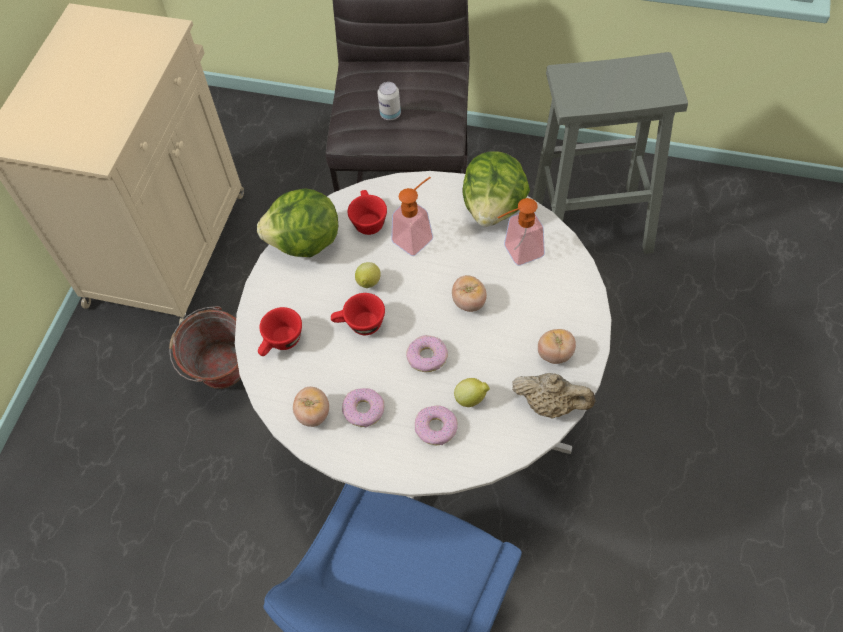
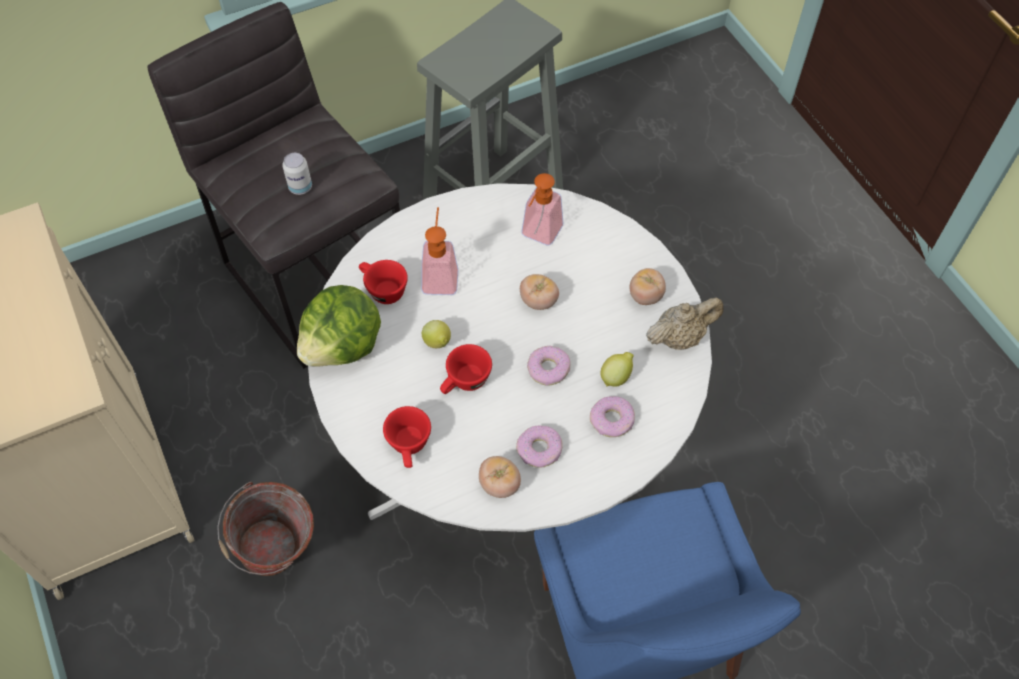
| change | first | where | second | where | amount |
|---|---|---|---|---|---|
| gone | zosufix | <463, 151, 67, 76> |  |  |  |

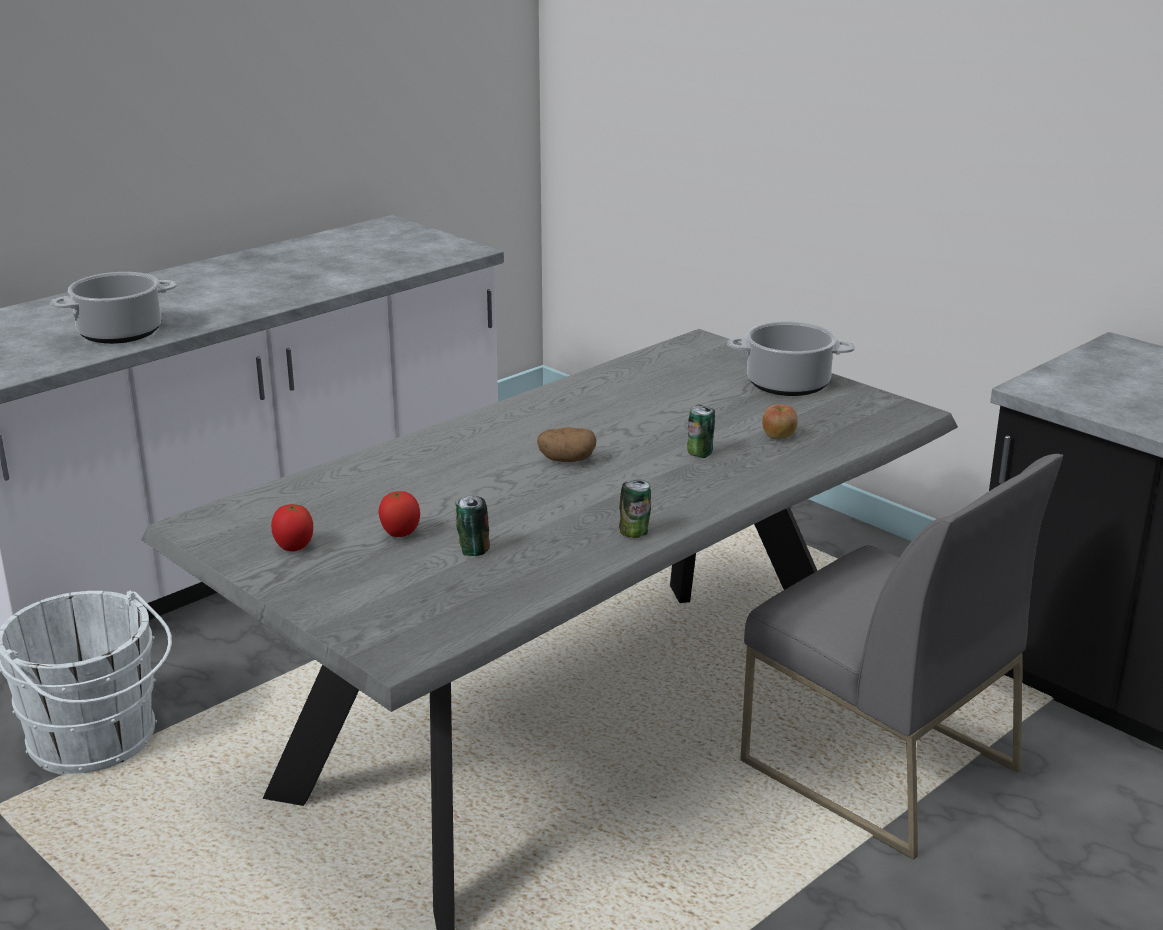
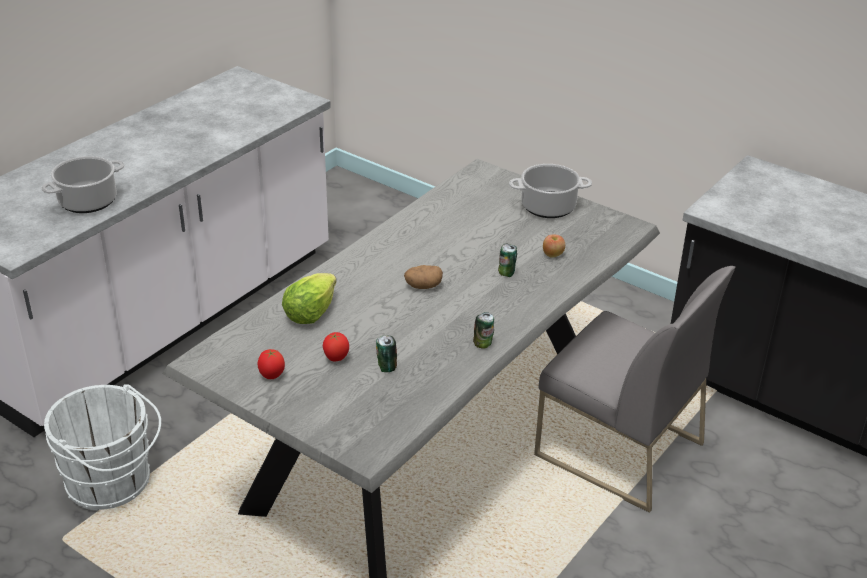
| change | first | where | second | where | amount |
|---|---|---|---|---|---|
| new |  |  | zosufix | <282, 273, 54, 51> |  |

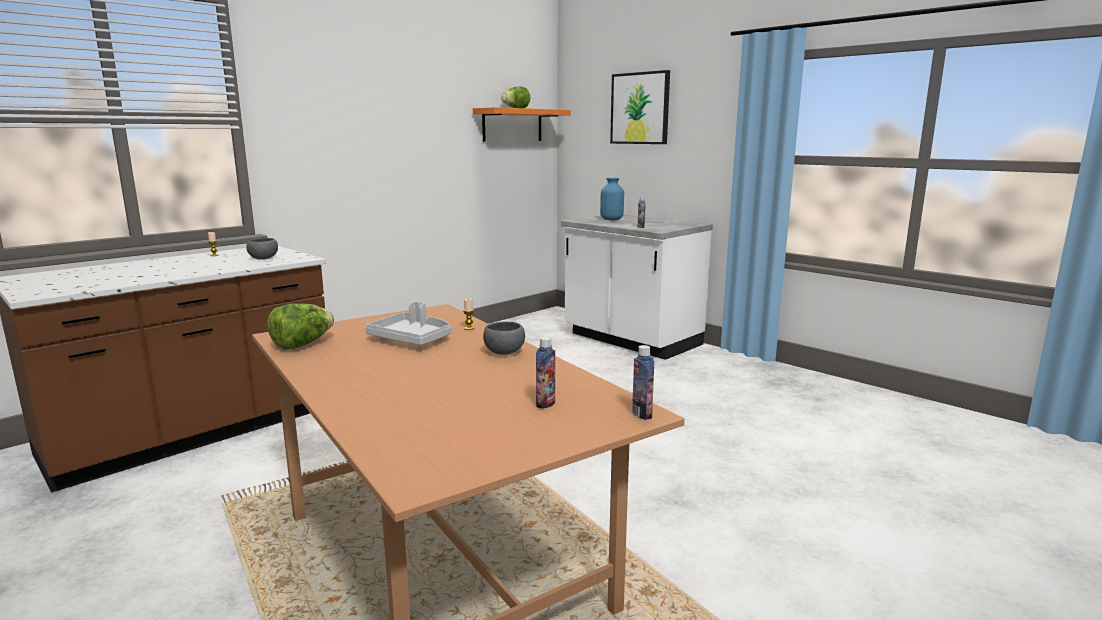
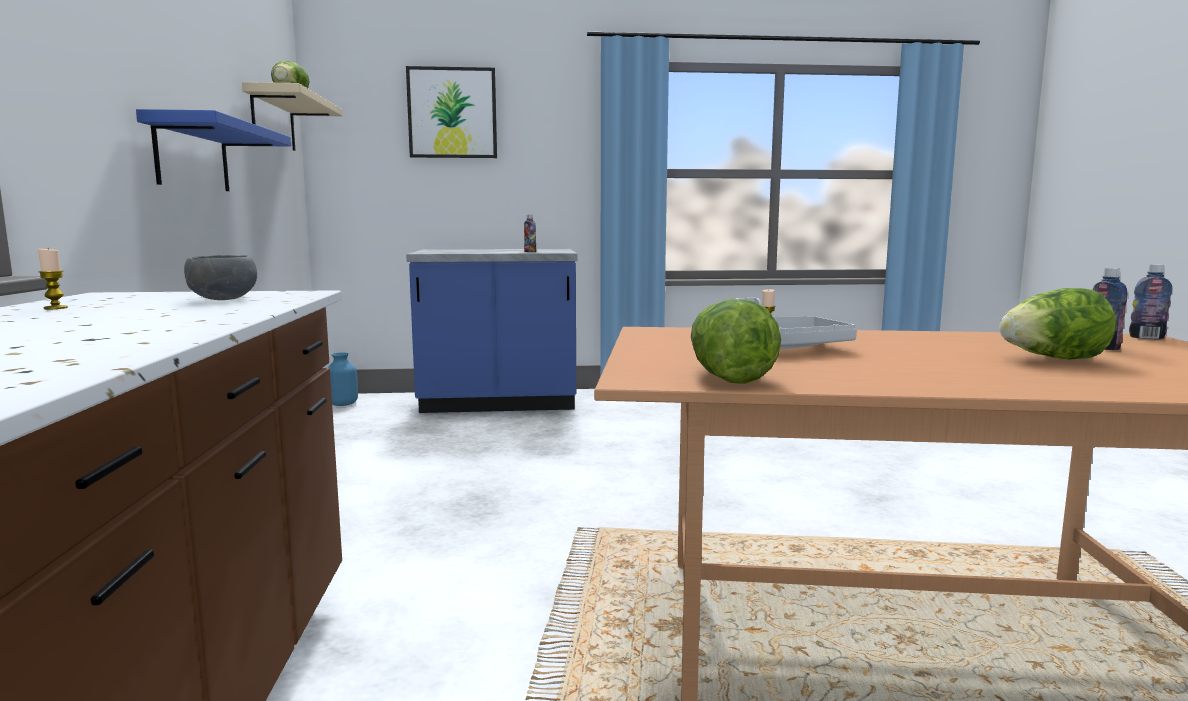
| change | first | where | second | where | amount |
|---|---|---|---|---|---|
| repainted | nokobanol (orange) | <473, 107, 98, 35> | nokobanol (beige) | <242, 82, 100, 69> |  |
| shifted | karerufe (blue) | <600, 178, 24, 42> |  | <327, 352, 31, 54> |  |
| repainted | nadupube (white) | <561, 214, 152, 146> | nadupube (blue) | <406, 249, 171, 164> |  |
| gone | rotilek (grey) | <483, 321, 42, 34> |  |  |  |
| new |  |  | nokobanol (blue) | <136, 109, 155, 82> |  |
| new |  |  | zosufix | <999, 288, 117, 72> |  |

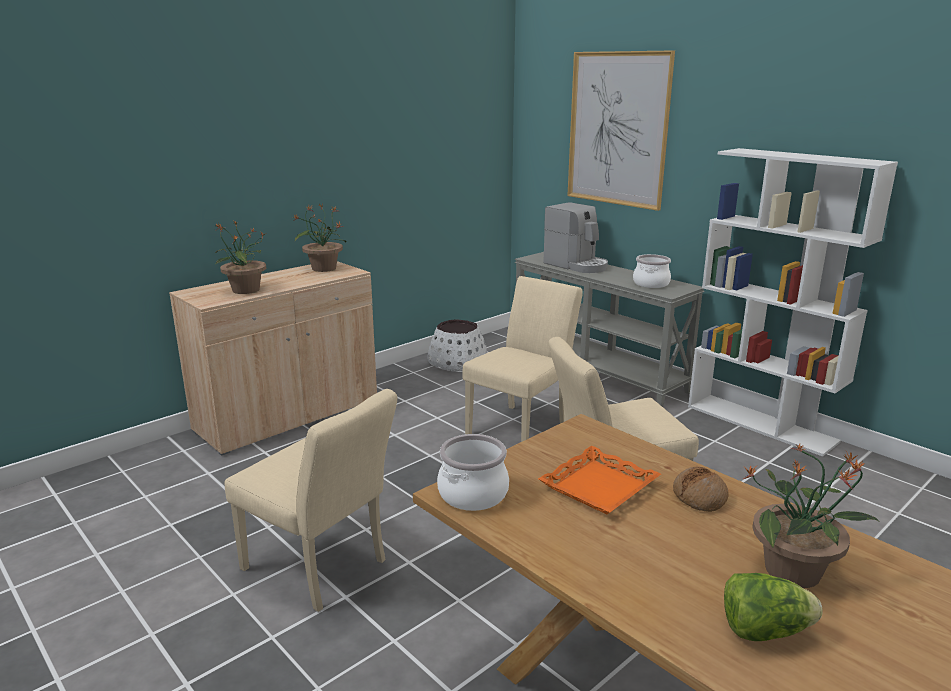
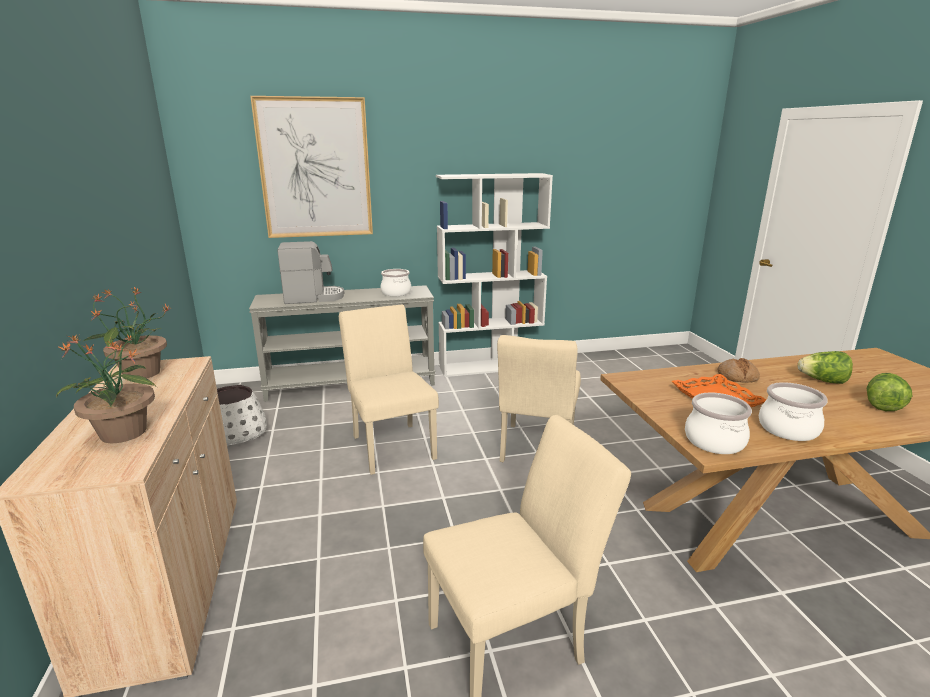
| change | first | where | second | where | amount |
|---|---|---|---|---|---|
| swapped | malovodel | <743, 444, 138, 144> | zosufix | <798, 351, 55, 33> |  |
| new |  |  | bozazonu | <759, 382, 69, 59> |  |

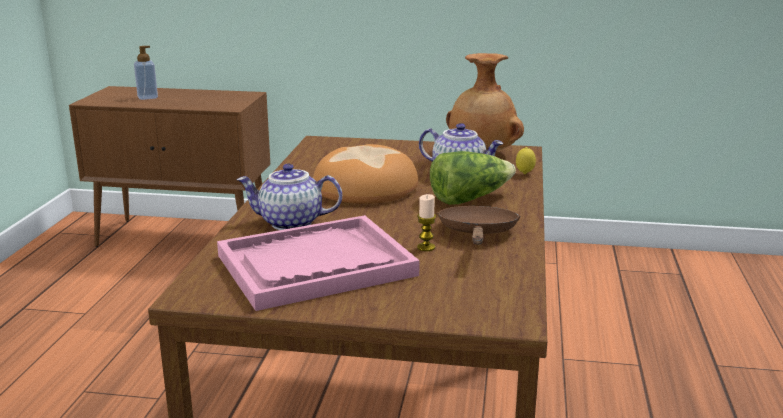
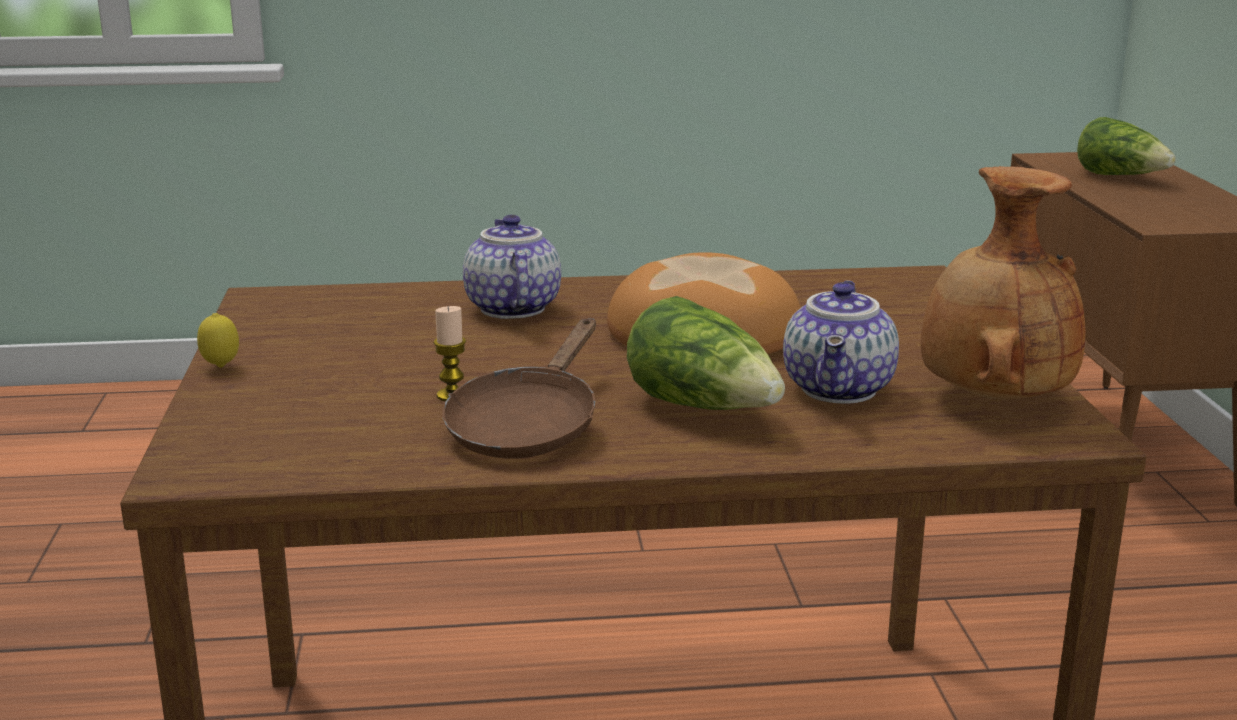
| change | first | where | second | where | amount |
|---|---|---|---|---|---|
| swapped | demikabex | <134, 46, 24, 54> | zosufix | <1077, 117, 99, 58> |  |
| shifted | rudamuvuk | <516, 147, 20, 27> |  | <197, 313, 42, 55> |  |
| rotated | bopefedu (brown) | <437, 206, 84, 39> |  | <442, 318, 154, 141> | 120 degrees clockwise |
| gone | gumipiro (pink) | <217, 215, 203, 96> |  |  |  |

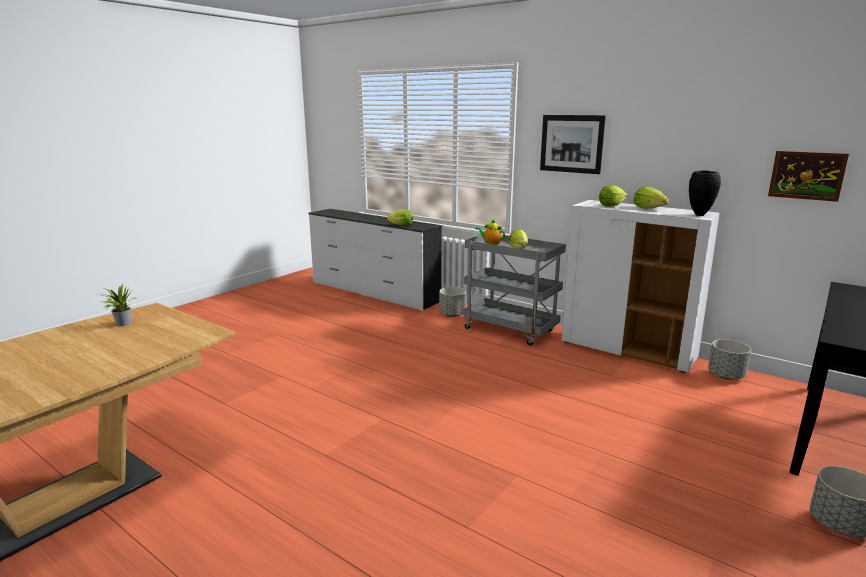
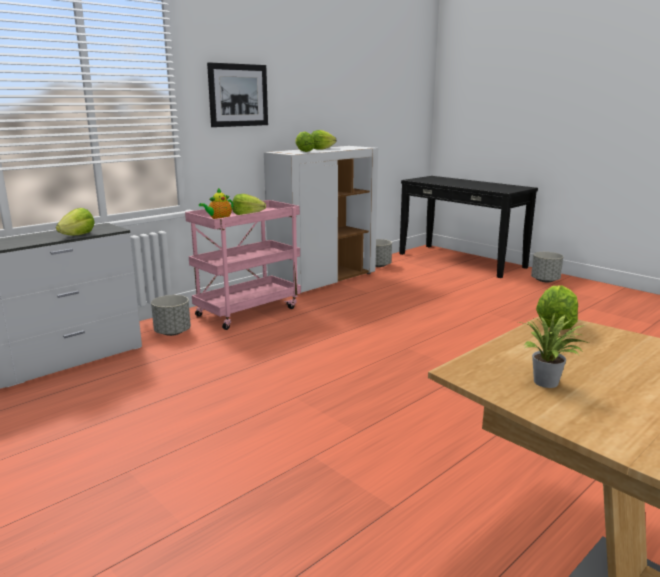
| change | first | where | second | where | amount |
|---|---|---|---|---|---|
| gone | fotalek | <768, 151, 81, 51> |  |  |  |
| gone | karerufe (black) | <689, 171, 32, 45> |  |  |  |
| repainted | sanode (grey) | <464, 235, 102, 111> | sanode (pink) | <185, 200, 116, 130> |  |
| new |  |  | zosufix | <536, 285, 42, 45> |  |

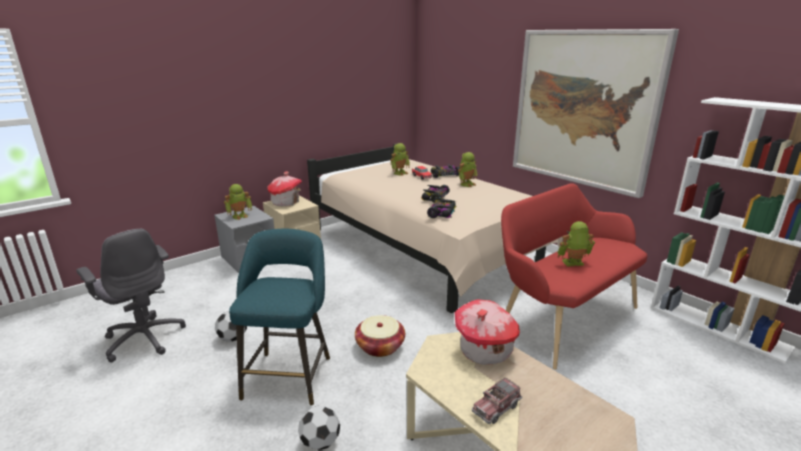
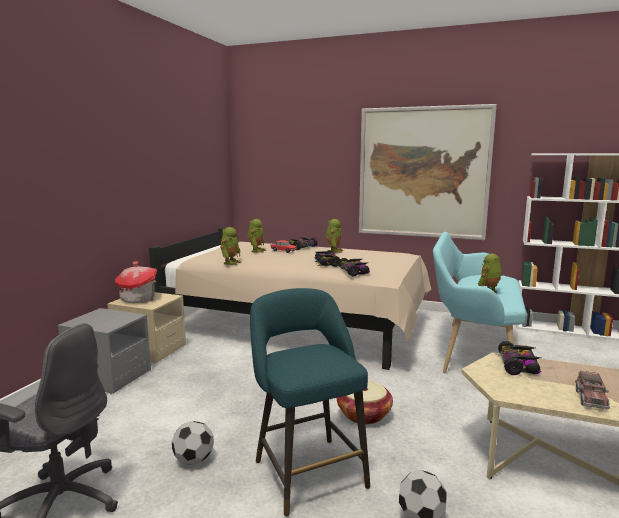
| change | first | where | second | where | amount |
|---|---|---|---|---|---|
| repainted | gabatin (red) | <501, 183, 146, 187> | gabatin (turquoise) | <433, 232, 93, 141> |  |
| shifted | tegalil | <224, 184, 28, 36> |  | <220, 227, 21, 38> |  |
| swapped | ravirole | <454, 299, 66, 66> | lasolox | <498, 341, 43, 34> |  |

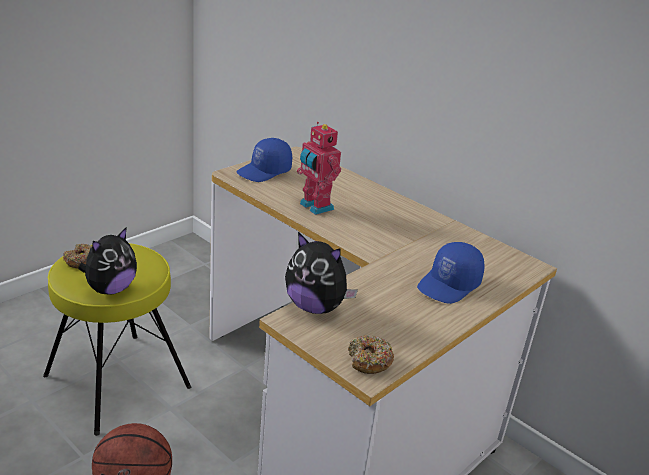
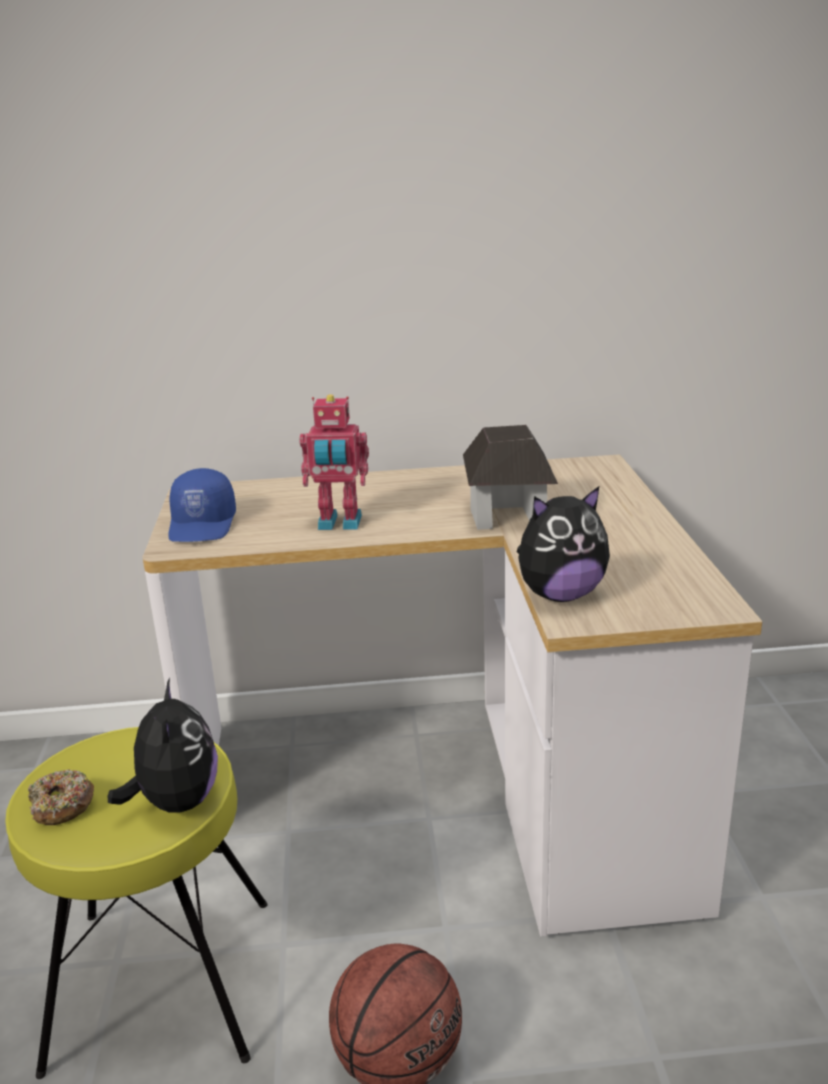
| change | first | where | second | where | amount |
|---|---|---|---|---|---|
| gone | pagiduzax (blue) | <417, 242, 68, 62> |  |  |  |
| gone | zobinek | <348, 335, 46, 39> |  |  |  |
| new |  |  | ravirole | <463, 425, 95, 105> |  |

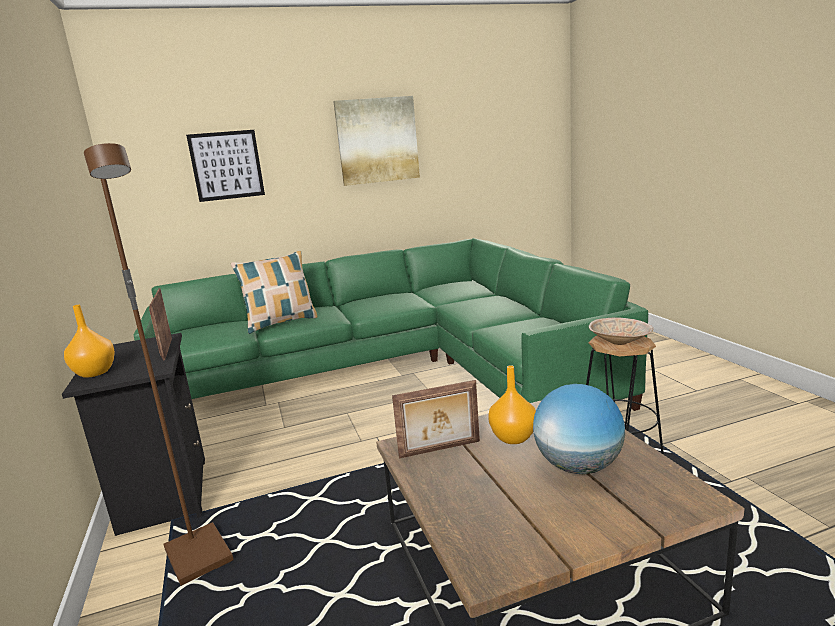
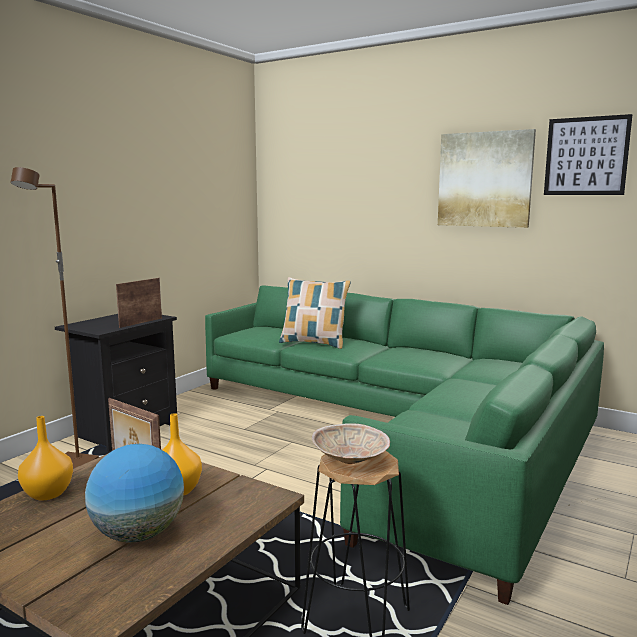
| change | first | where | second | where | amount |
|---|---|---|---|---|---|
| shifted | fotalek | <186, 130, 79, 72> |  | <544, 114, 88, 81> |  |
| shifted | karerufe (orange) | <64, 305, 51, 73> |  | <18, 416, 55, 85> |  |

